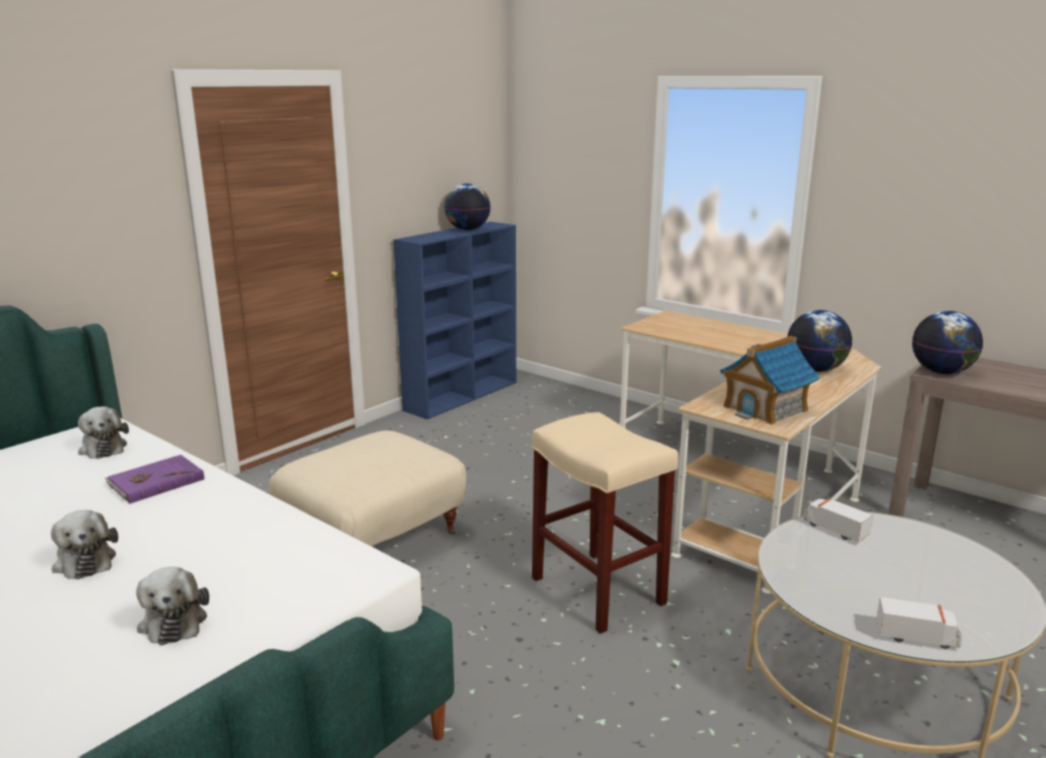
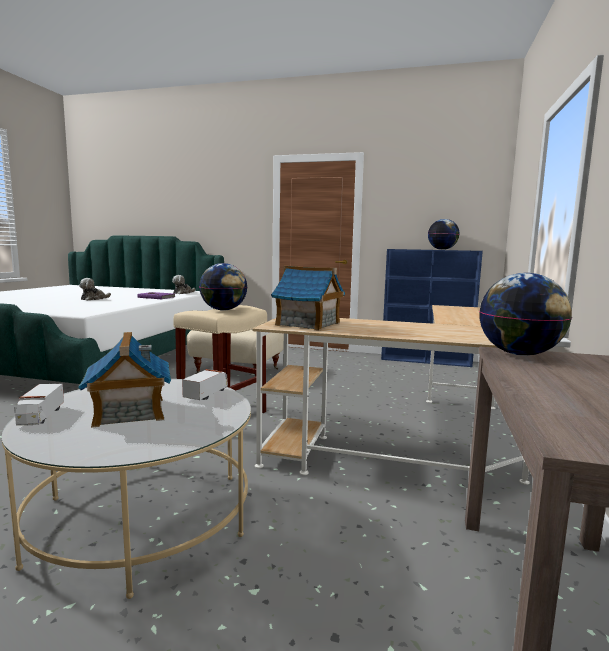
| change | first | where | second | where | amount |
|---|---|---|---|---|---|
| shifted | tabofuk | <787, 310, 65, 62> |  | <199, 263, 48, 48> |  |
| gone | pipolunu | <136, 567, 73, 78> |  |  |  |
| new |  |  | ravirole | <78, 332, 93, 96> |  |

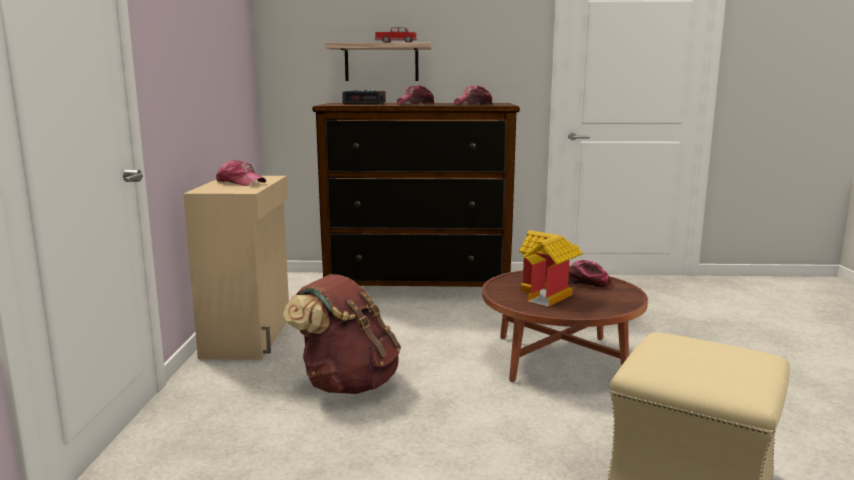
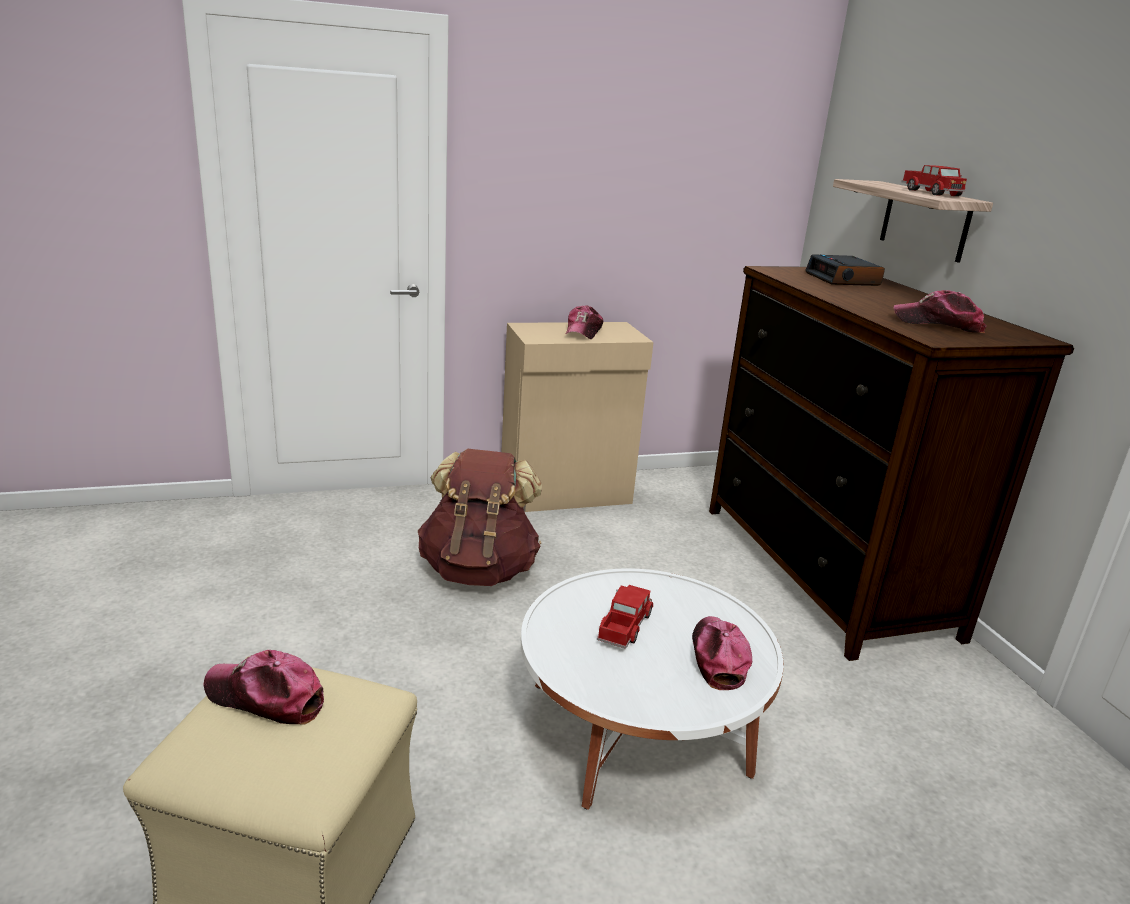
| change | first | where | second | where | amount |
|---|---|---|---|---|---|
| shifted | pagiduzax | <397, 85, 37, 19> |  | <204, 650, 120, 74> |  |
| swapped | ravirole | <519, 230, 64, 76> | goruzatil | <597, 585, 56, 64> |  |
| repainted | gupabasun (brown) | <482, 270, 166, 112> | gupabasun (white) | <521, 568, 263, 242> |  |

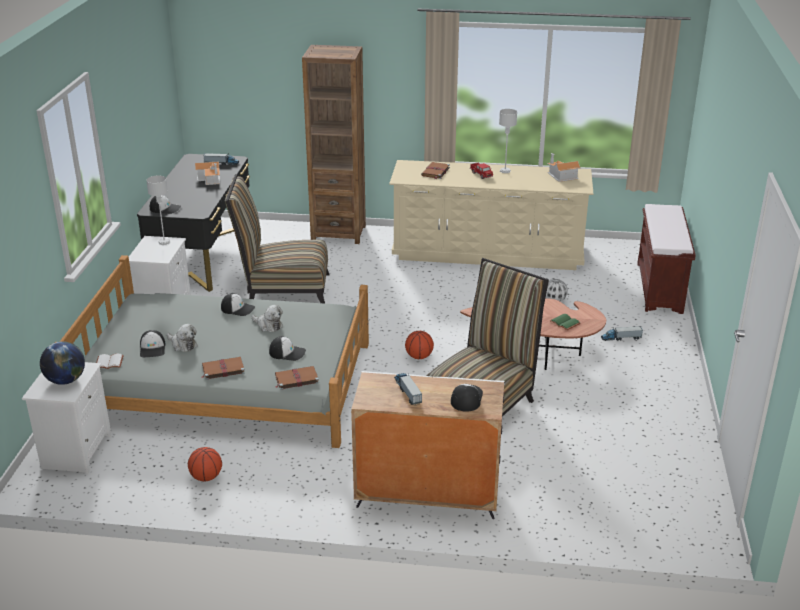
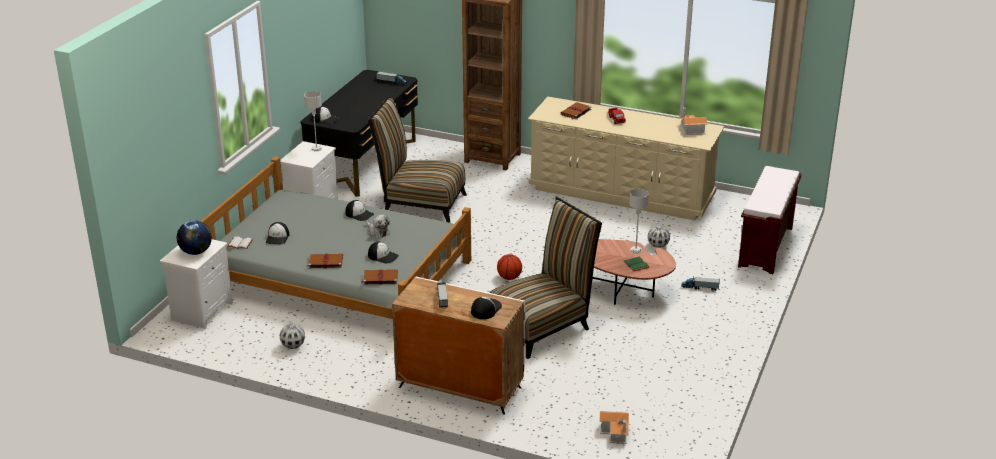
| change | first | where | second | where | amount |
|---|---|---|---|---|---|
| shifted | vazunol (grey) | <499, 109, 18, 64> |  | <630, 189, 19, 64> |  |
| shifted | ravirole | <195, 161, 25, 24> |  | <599, 411, 30, 33> |  |
| gone | pipolunu | <167, 324, 30, 28> |  |  |  |
| swapped | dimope | <188, 447, 34, 34> | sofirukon | <279, 323, 26, 26> |  |

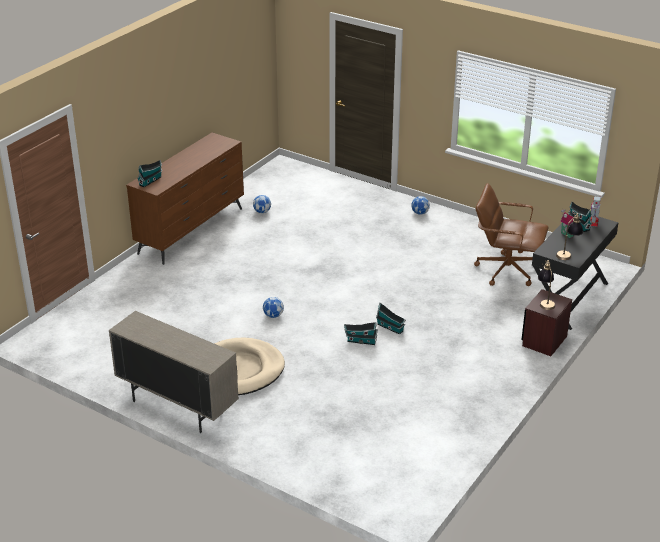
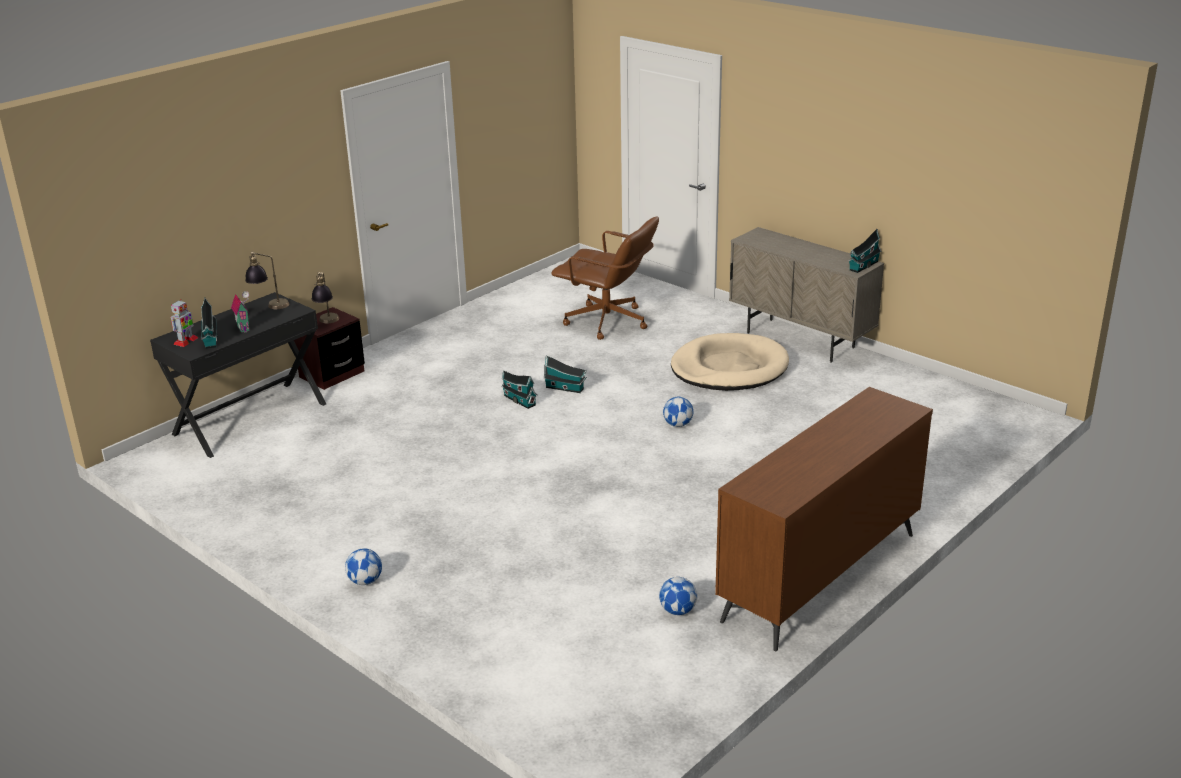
| change | first | where | second | where | amount |
|---|---|---|---|---|---|
| shifted | ravirole | <137, 160, 25, 28> |  | <848, 229, 33, 44> |  |
| shifted | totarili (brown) | <474, 183, 74, 103> |  | <551, 217, 108, 123> |  |

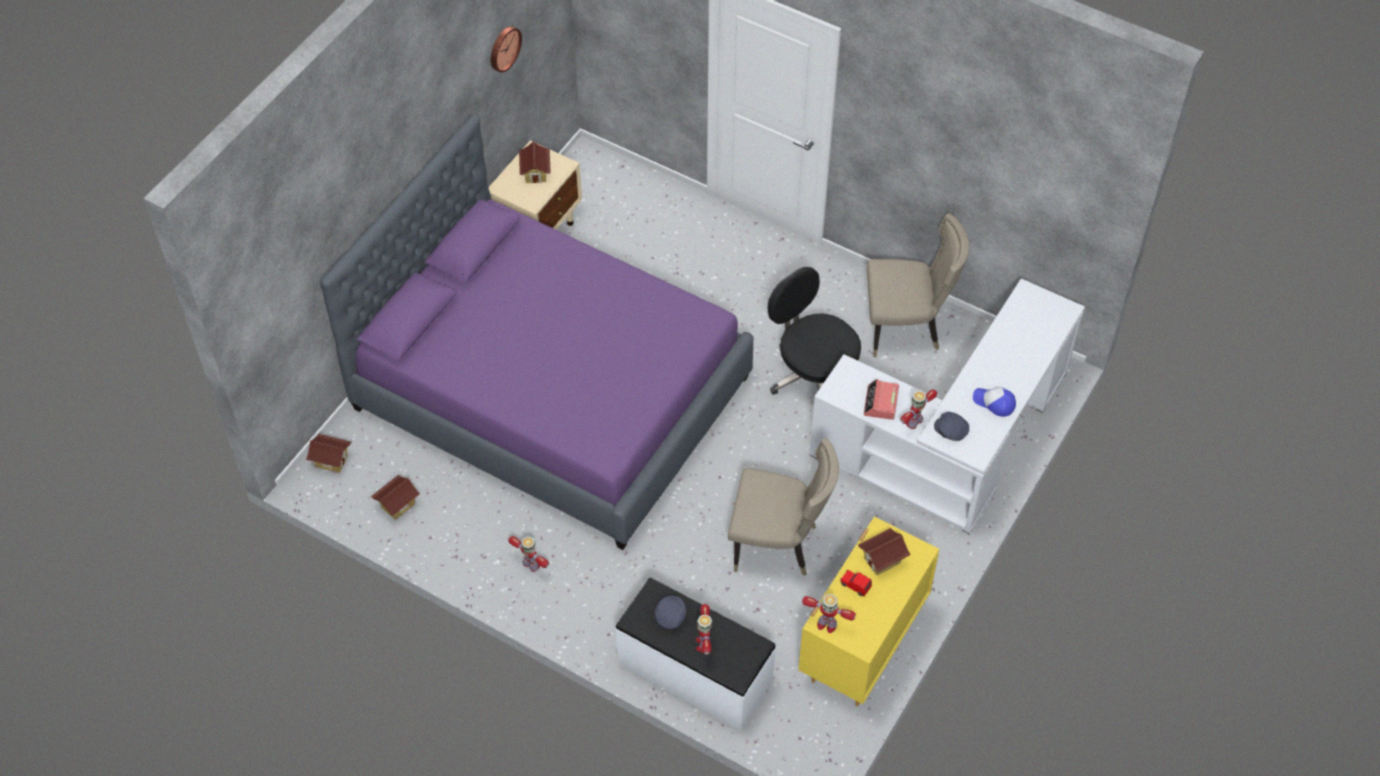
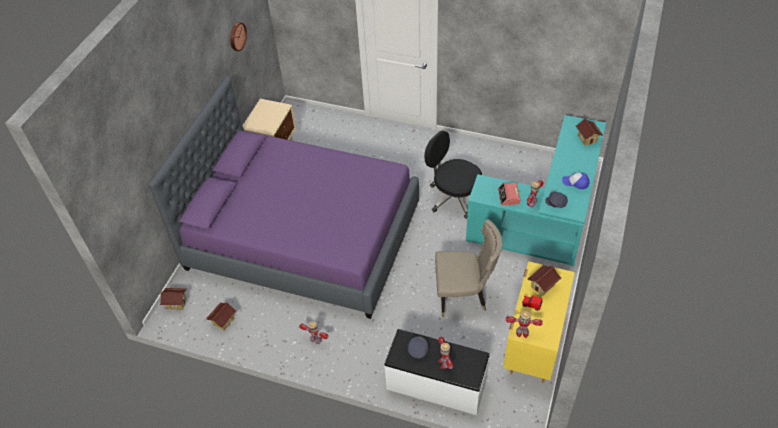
| change | first | where | second | where | amount |
|---|---|---|---|---|---|
| shifted | ravirole | <519, 142, 32, 42> |  | <576, 119, 27, 26> |  |
| gone | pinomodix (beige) | <867, 213, 102, 144> |  |  |  |
| repainted | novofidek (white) | <809, 278, 276, 256> | novofidek (turquoise) | <466, 115, 140, 151> |  |

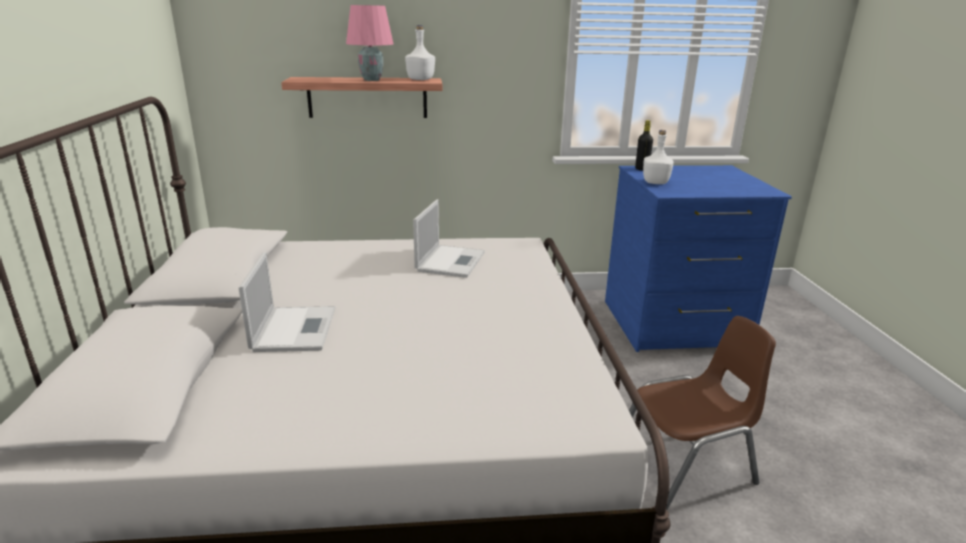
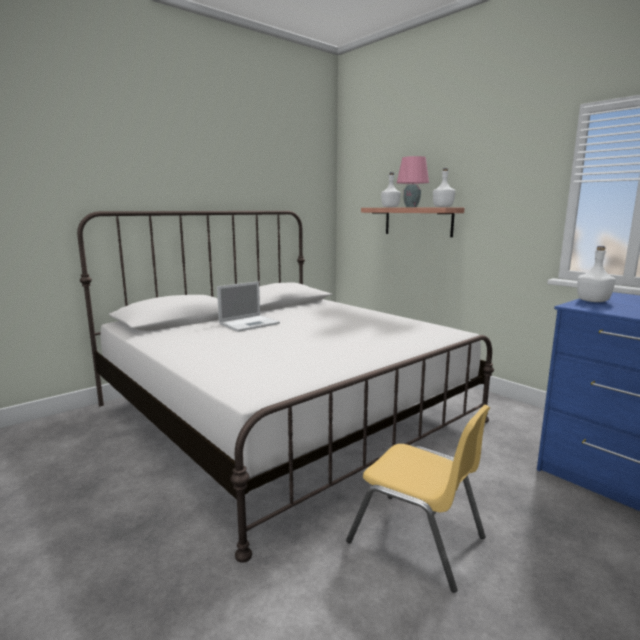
| change | first | where | second | where | amount |
|---|---|---|---|---|---|
| gone | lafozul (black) | <635, 120, 18, 51> |  |  |  |
| gone | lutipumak | <413, 199, 72, 79> |  |  |  |
| repainted | pinomodix (brown) | <629, 316, 147, 194> | pinomodix (yellow) | <346, 405, 144, 188> |  |
| new |  |  | lafozul (white) | <381, 172, 20, 35> |  |

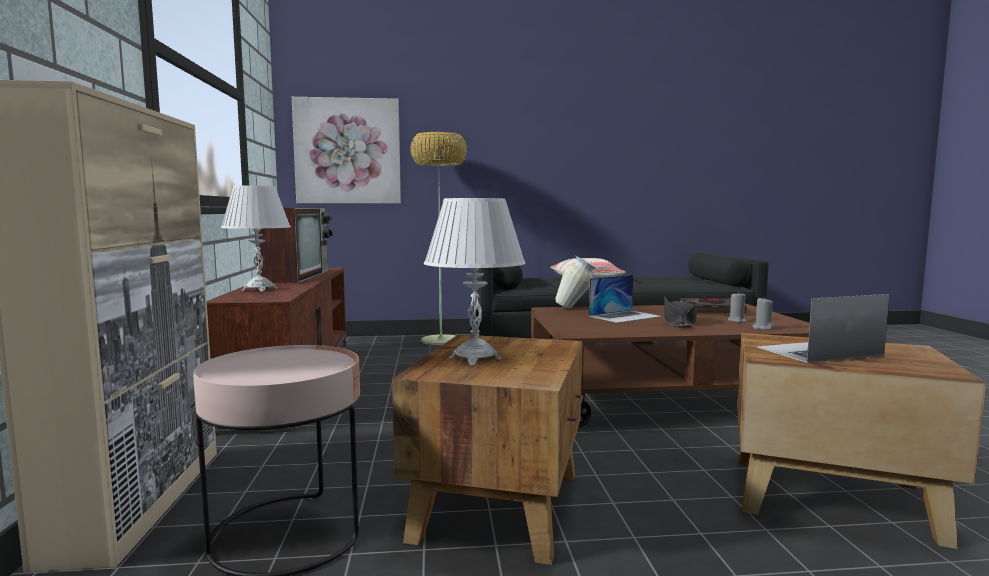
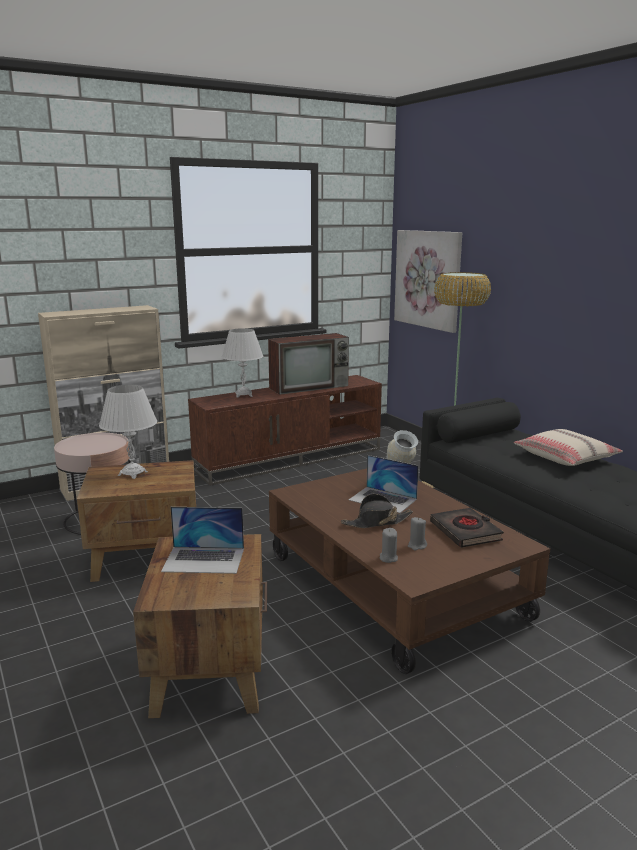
| change | first | where | second | where | amount |
|---|---|---|---|---|---|
| rotated | lutipumak | <757, 294, 133, 69> |  | <161, 507, 83, 67> | 135 degrees clockwise |

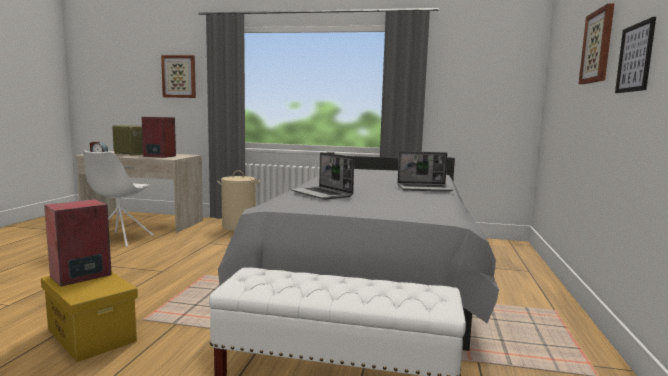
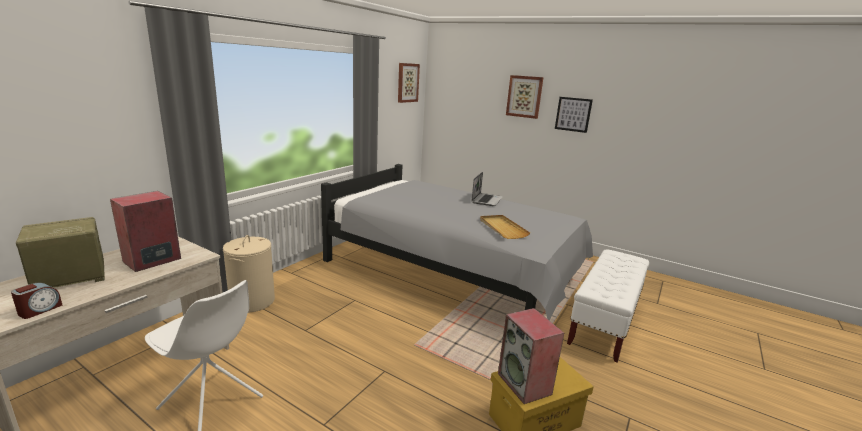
| change | first | where | second | where | amount |
|---|---|---|---|---|---|
| shifted | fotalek | <161, 55, 35, 43> |  | <398, 63, 22, 40> |  |
| swapped | lutipumak | <291, 152, 63, 48> | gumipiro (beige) | <480, 215, 50, 24> |  |

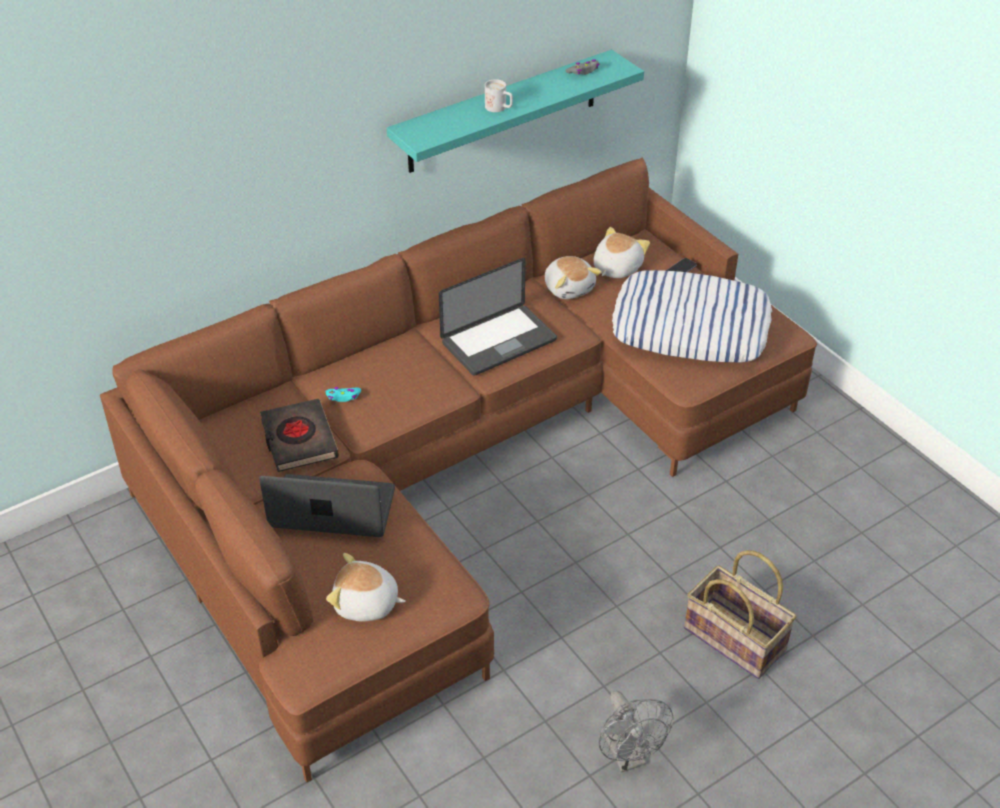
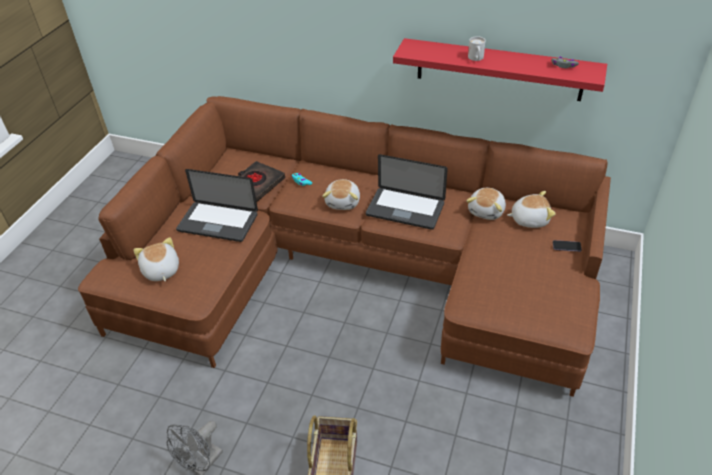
| change | first | where | second | where | amount |
|---|---|---|---|---|---|
| repainted | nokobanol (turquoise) | <387, 50, 257, 123> | nokobanol (red) | <393, 38, 214, 63> |  |
| gone | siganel | <612, 270, 160, 93> |  |  |  |
| rotated | lutipumak | <259, 474, 136, 63> |  | <176, 169, 82, 73> | 135 degrees clockwise |
| new |  |  | pipolunu | <322, 179, 38, 31> |  |

